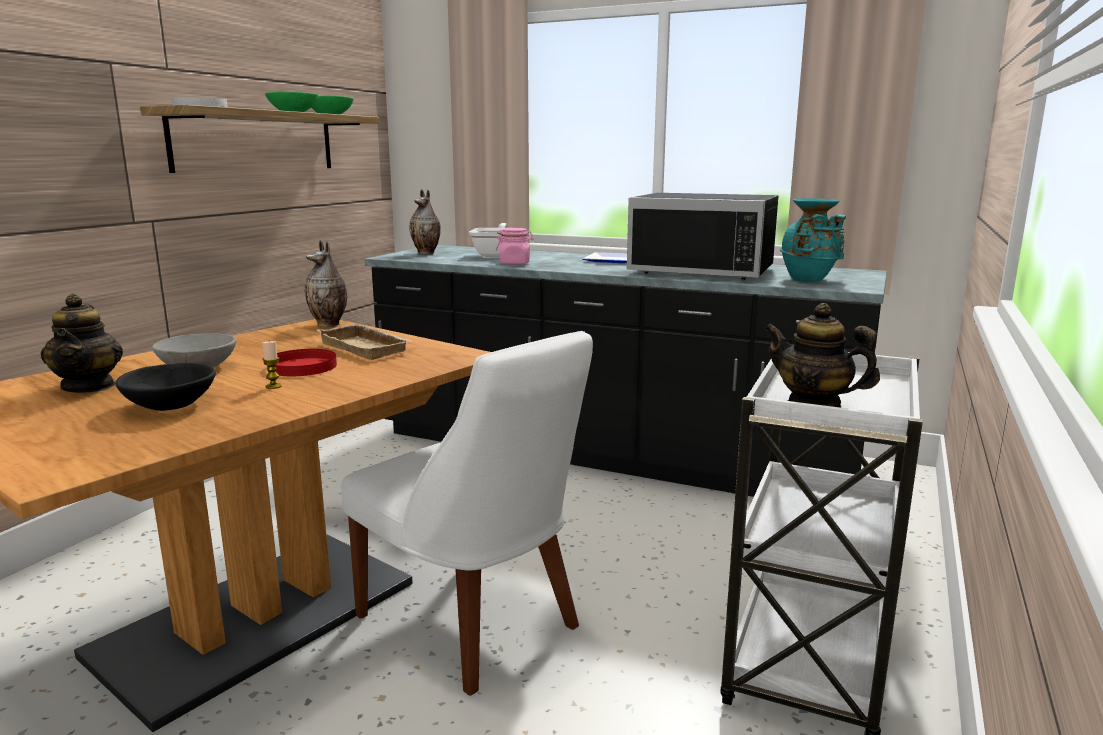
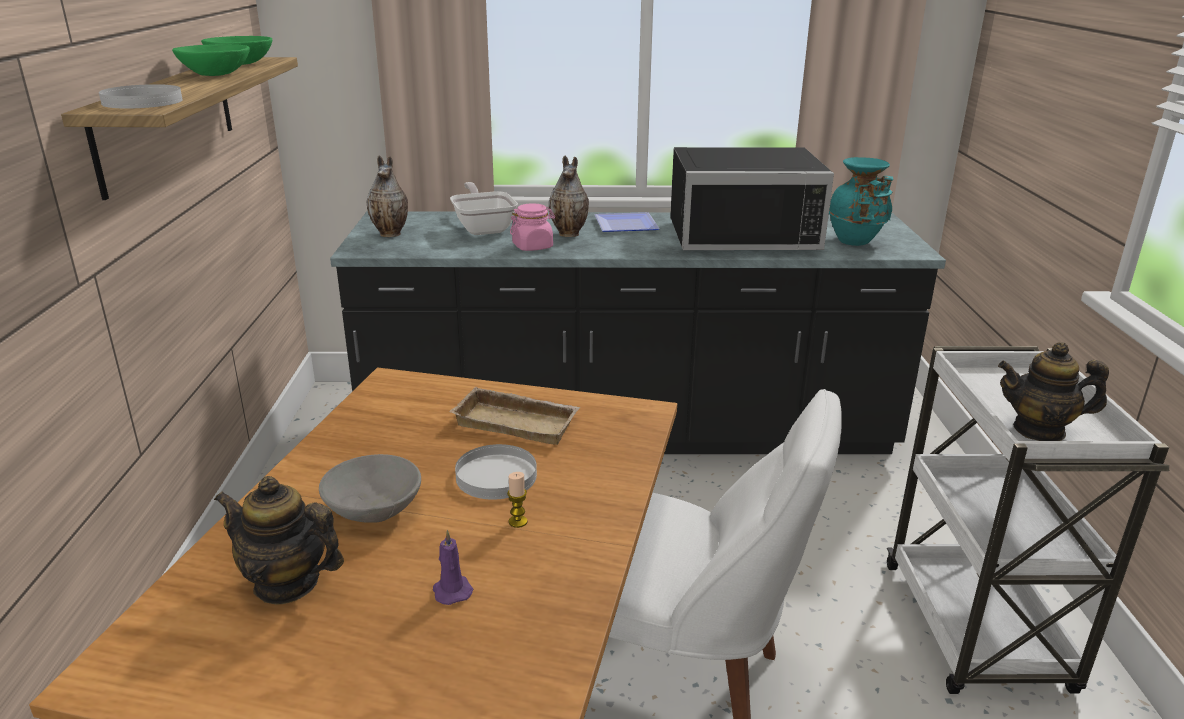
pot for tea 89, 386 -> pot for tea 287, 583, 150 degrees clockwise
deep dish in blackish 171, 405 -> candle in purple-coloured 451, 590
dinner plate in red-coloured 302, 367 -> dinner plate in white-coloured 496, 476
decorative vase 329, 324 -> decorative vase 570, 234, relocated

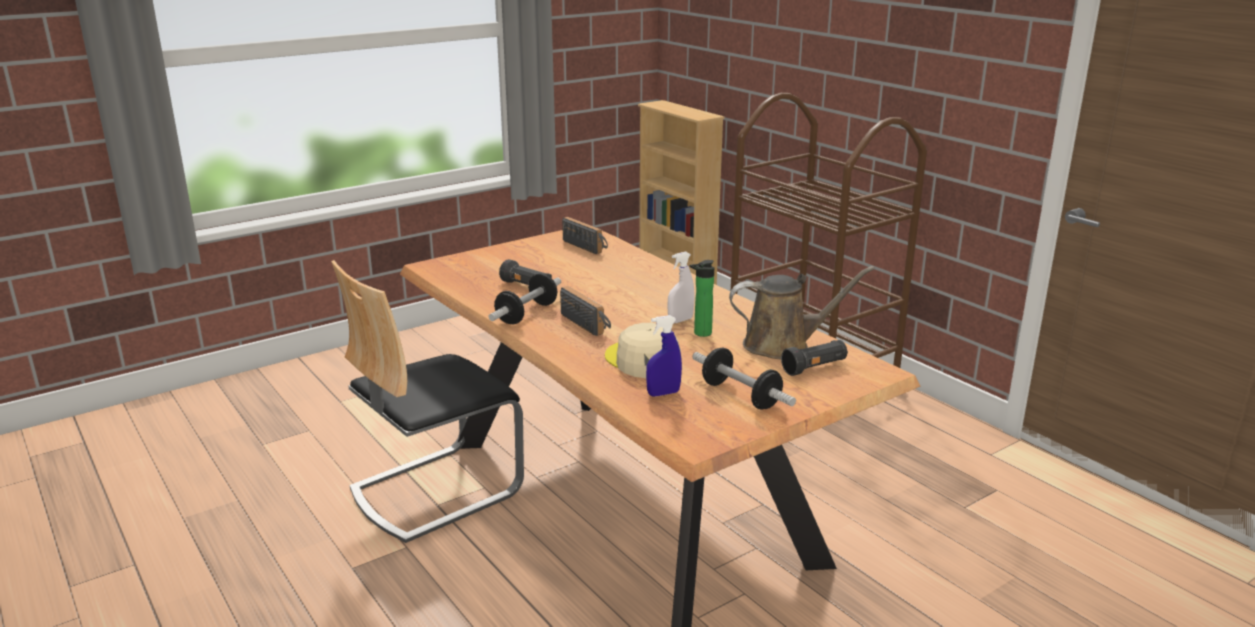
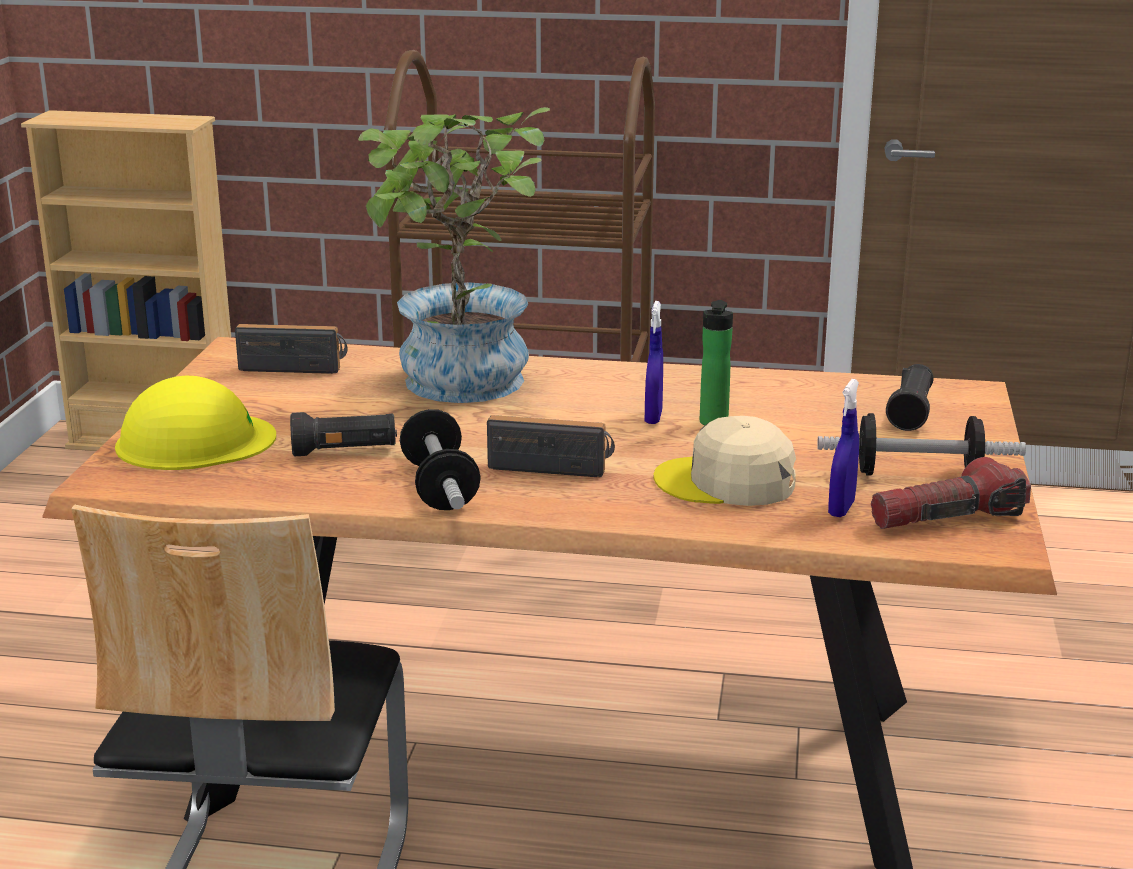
hand sprayer in white-coloured 680, 320 -> hand sprayer in bluish 653, 417
watering pot in brown 783, 345 -> none
none -> safety helmet in yellow-coloured 194, 441
none -> houseplant 458, 387
none -> torch 947, 518

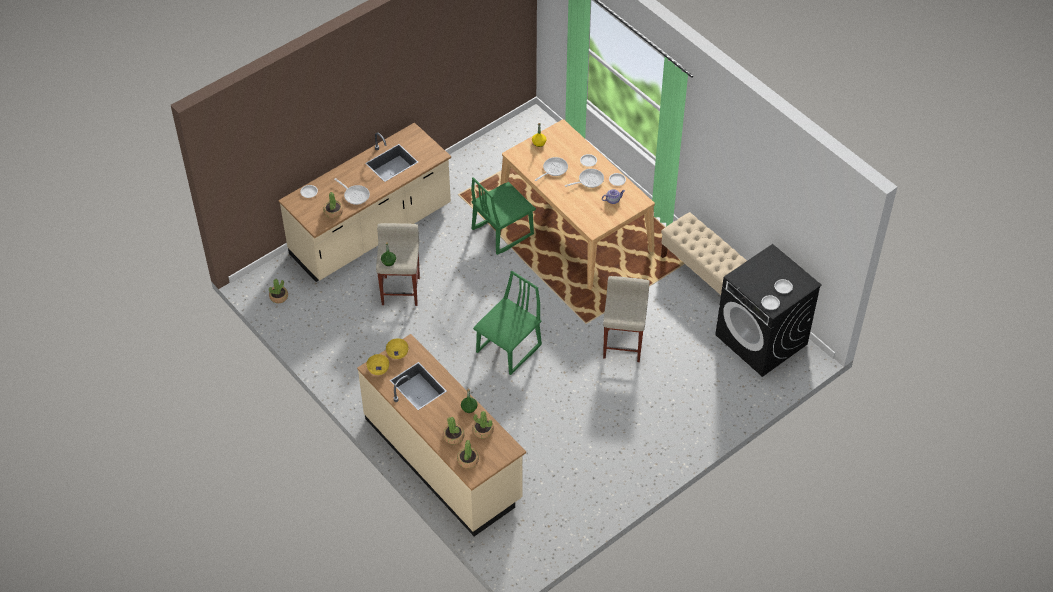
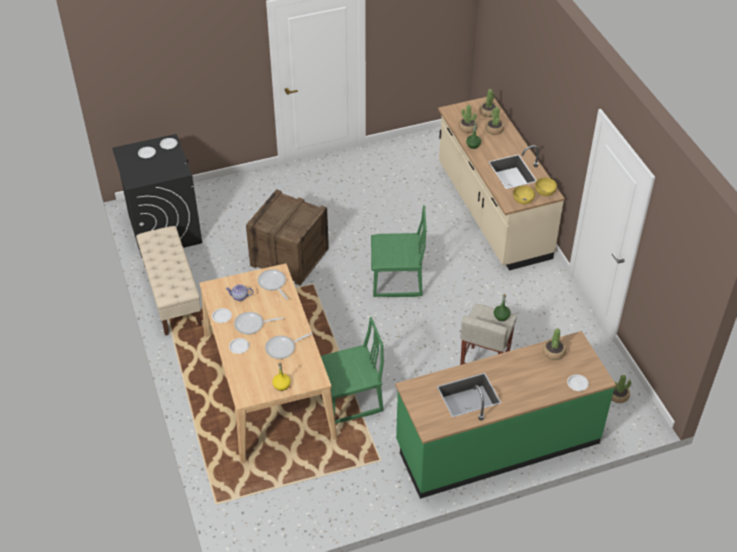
counter in beige 371, 231 -> counter in greenish 497, 443
frying pan 355, 195 -> frying pan 273, 284, relocated
plain chair in greenish 509, 349 -> plain chair in greenish 397, 281, 150 degrees counterclockwise
sitting stool in beige 623, 344 -> shipping crate 289, 257

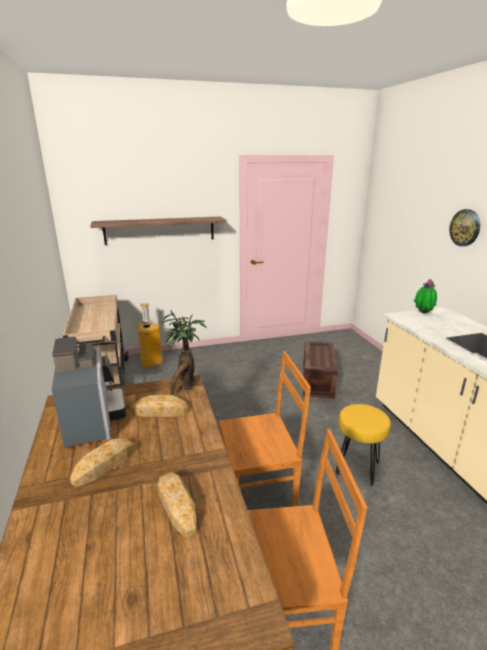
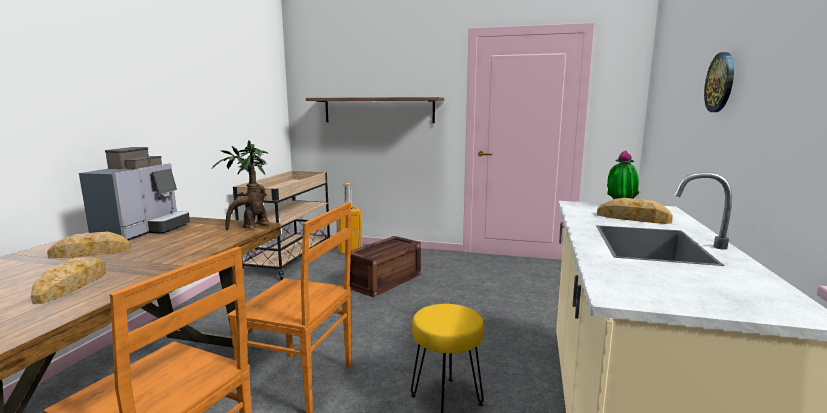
baked bread 160, 411 -> baked bread 633, 218, relocated
shipping crate 316, 380 -> shipping crate 384, 280, relocated

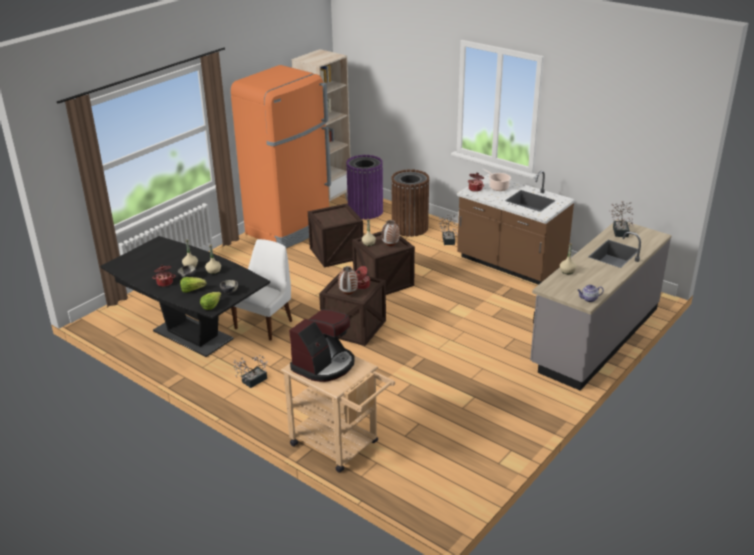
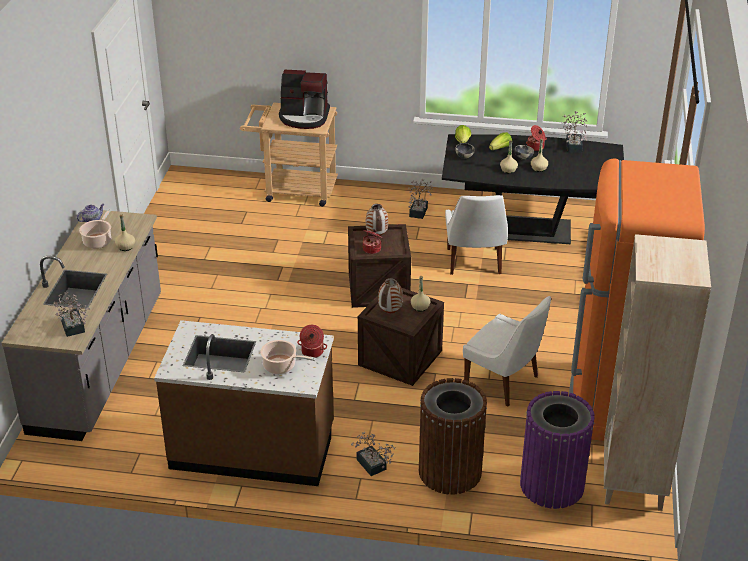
coffee maker 324, 365 -> coffee maker 304, 117, 90 degrees counterclockwise
shipping crate 336, 253 -> plain chair in white-coloured 504, 382
none -> saucepot 98, 241
none -> houseplant 574, 145

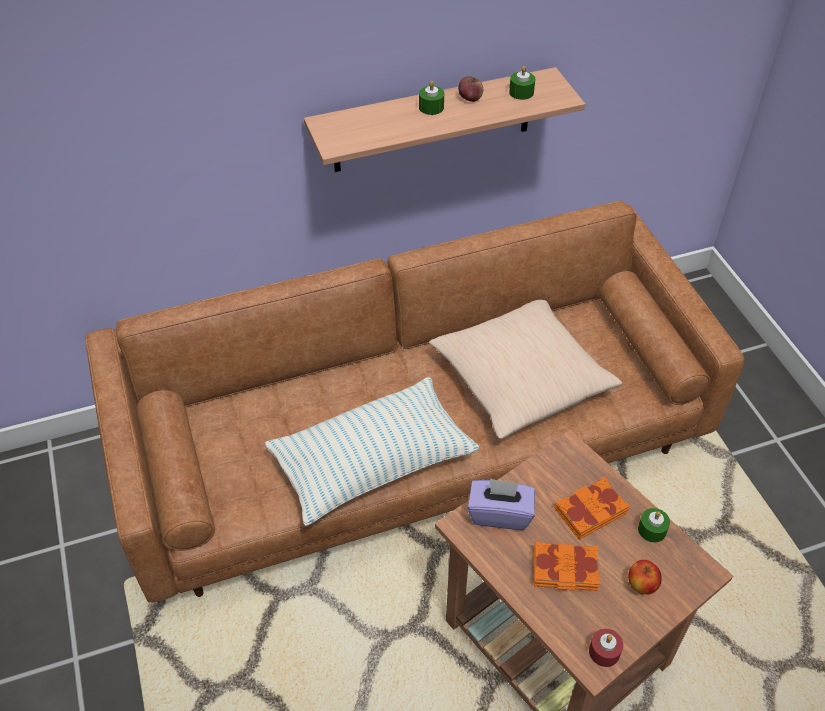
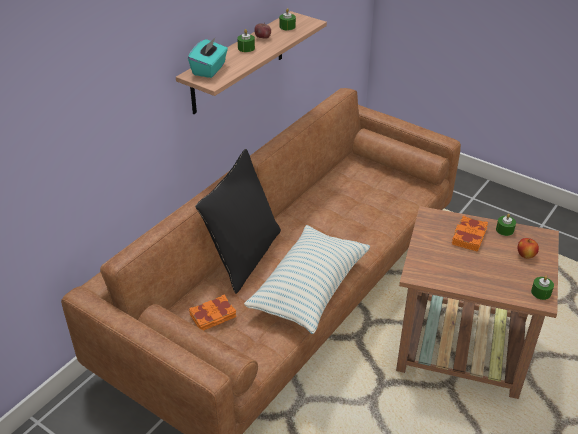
throw pillow in beige 521, 378 -> none
box of tissues in purple-coloured 500, 513 -> none
volume in orange-coloured 565, 571 -> volume in orange-coloured 213, 316, relocated
candle in red-coloured 604, 652 -> candle in greenish 541, 292
none -> box of tissues in blue-green 209, 69
none -> throw pillow in blackish 244, 256

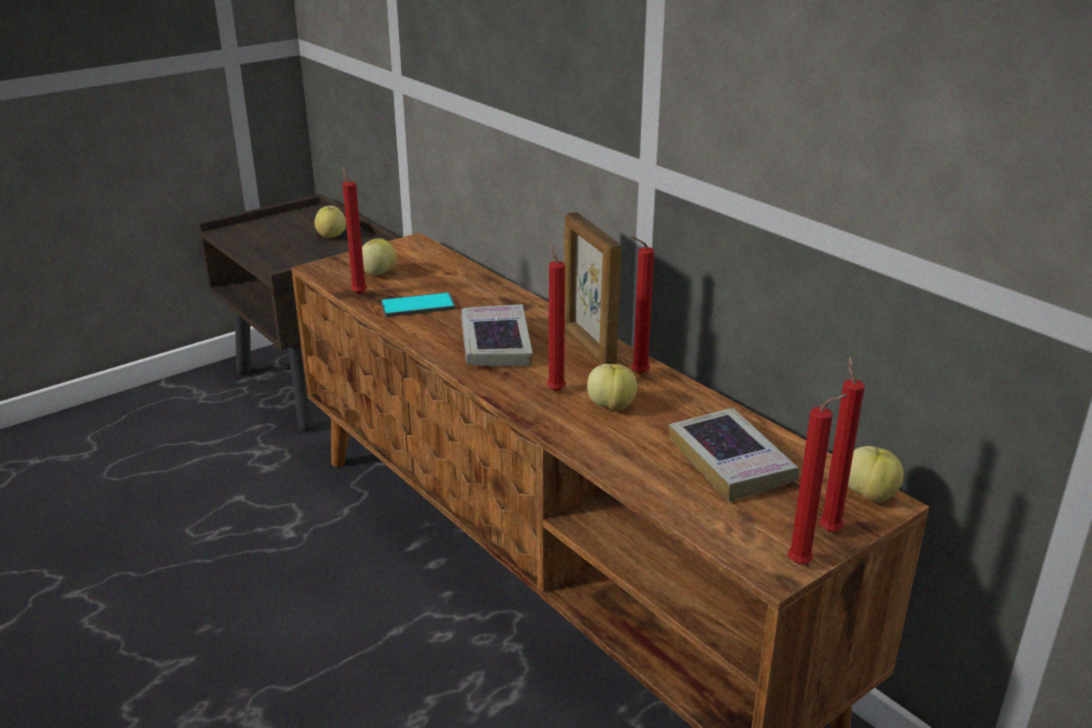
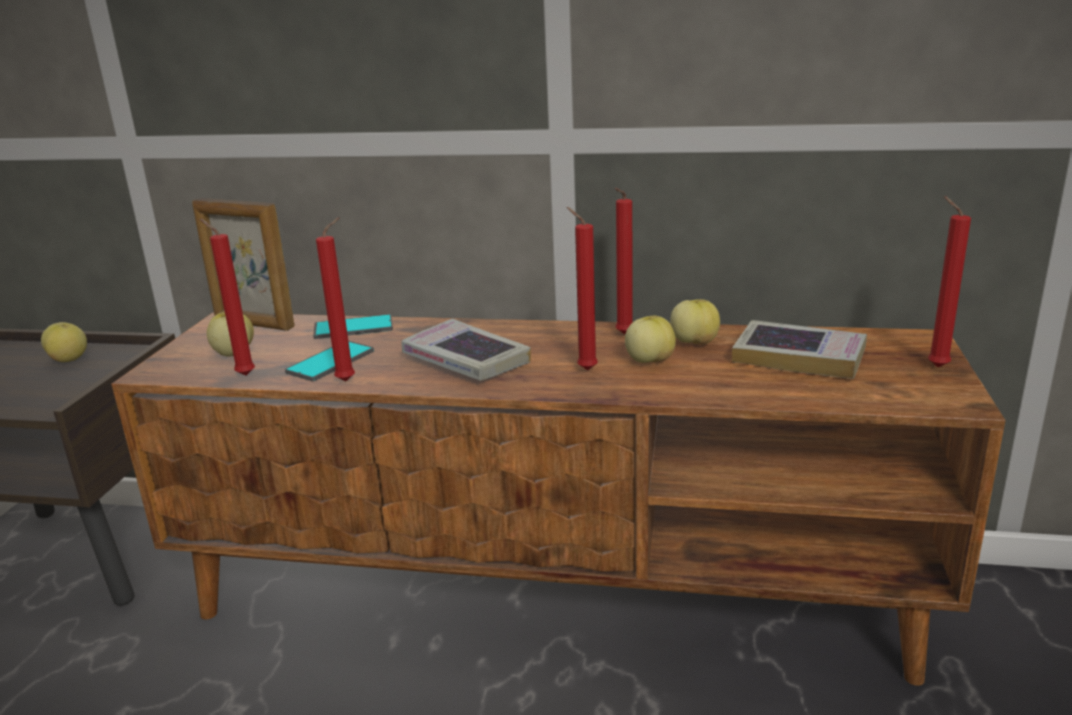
standing frame 588, 347 -> standing frame 253, 324, relocated
candle in red-coloured 803, 564 -> candle in red-coloured 349, 380, relocated
apple 870, 495 -> apple 694, 342, relocated
none -> telephone 353, 328

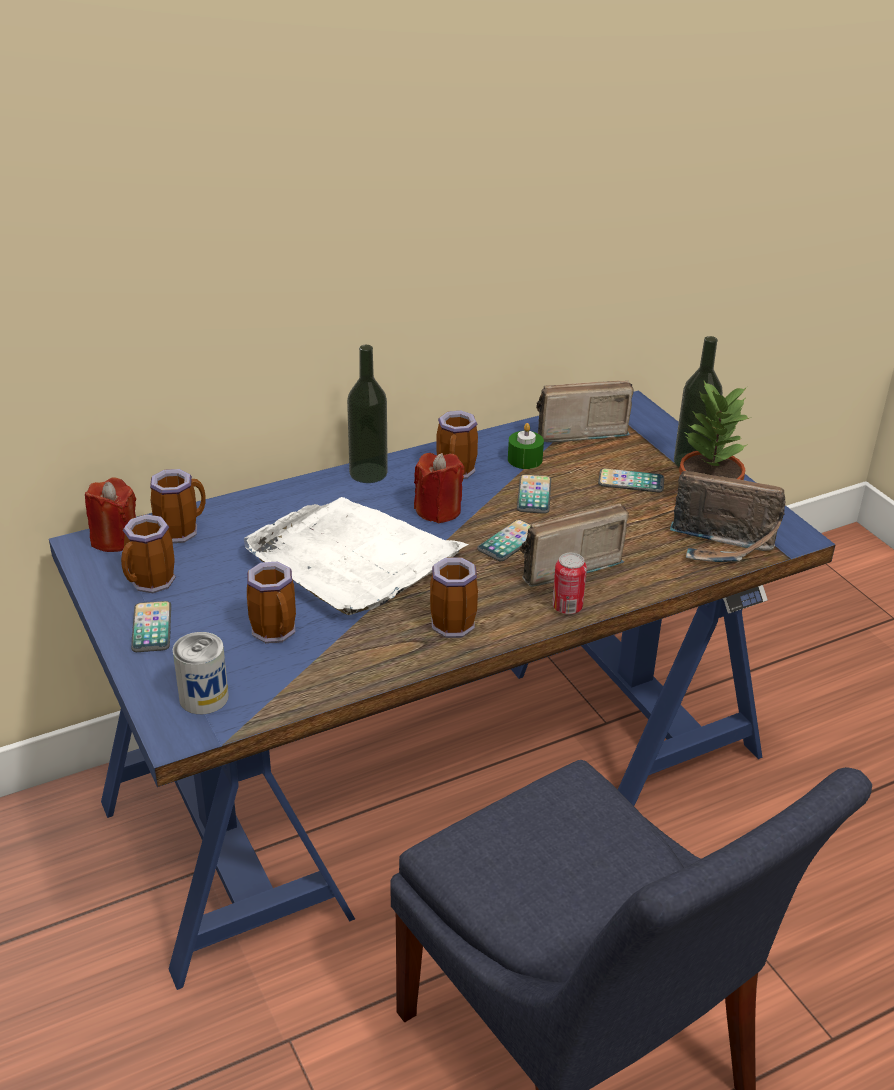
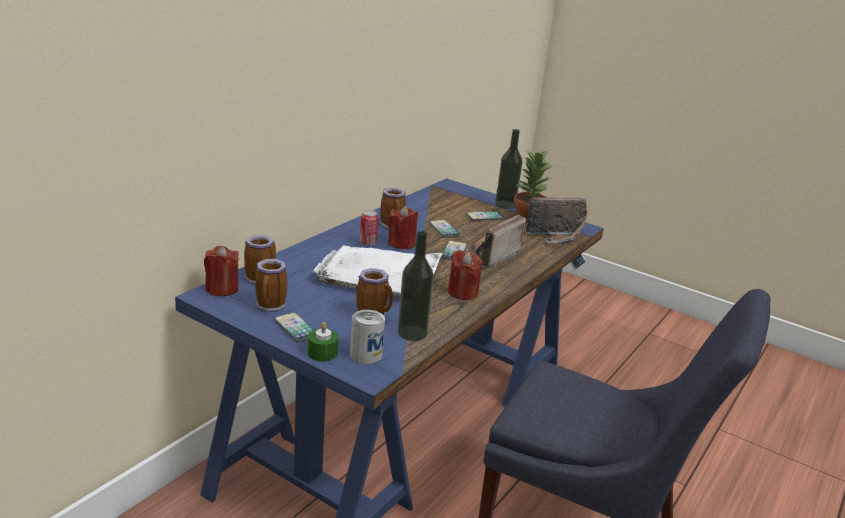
beverage bottle 368, 473 -> beverage bottle 412, 333, relocated
mug 449, 623 -> candle in red-coloured 463, 292
candle in greenish 525, 459 -> candle in greenish 322, 353, relocated
radio set 576, 431 -> none
can 567, 607 -> can 367, 243, relocated

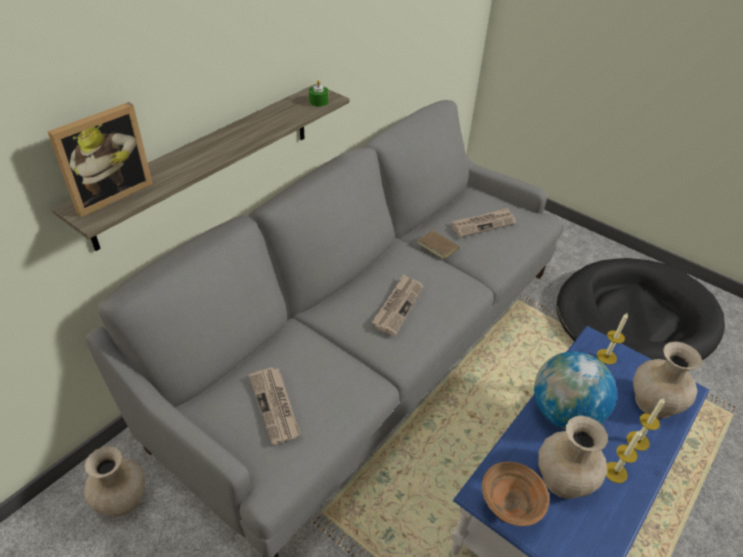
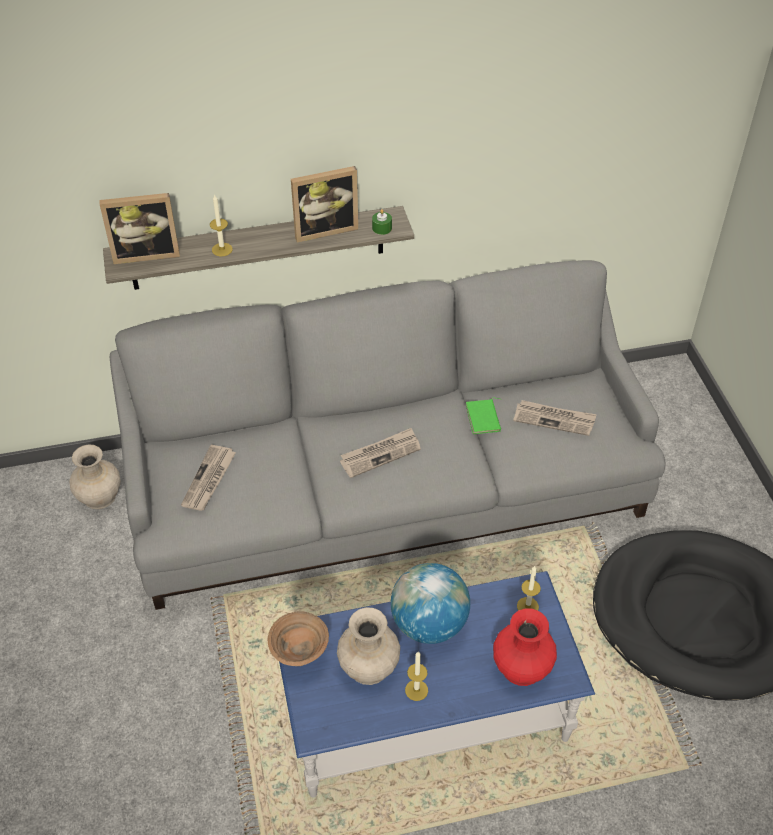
volume in brown 438, 245 -> volume in greenish 484, 418
candle 637, 440 -> candle 222, 249, relocated
decorative vase in beige 654, 403 -> decorative vase in red-coloured 521, 668
none -> standing frame 324, 229

